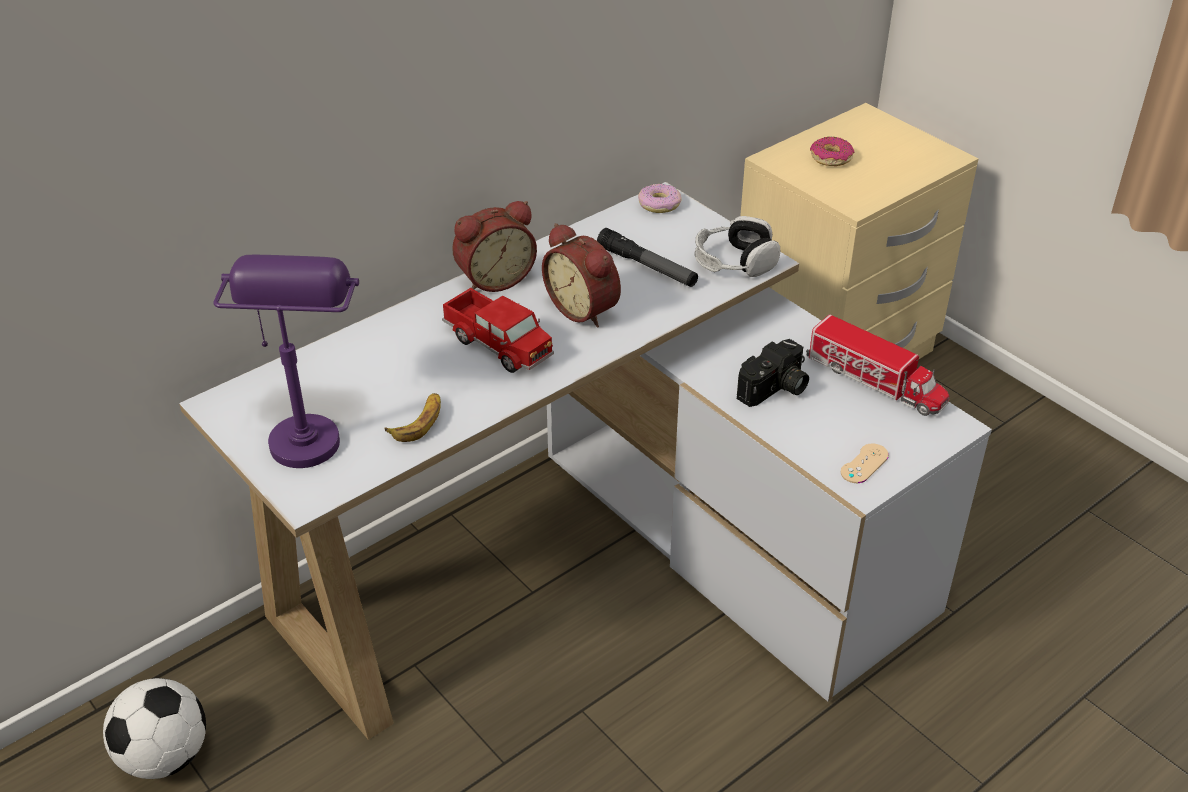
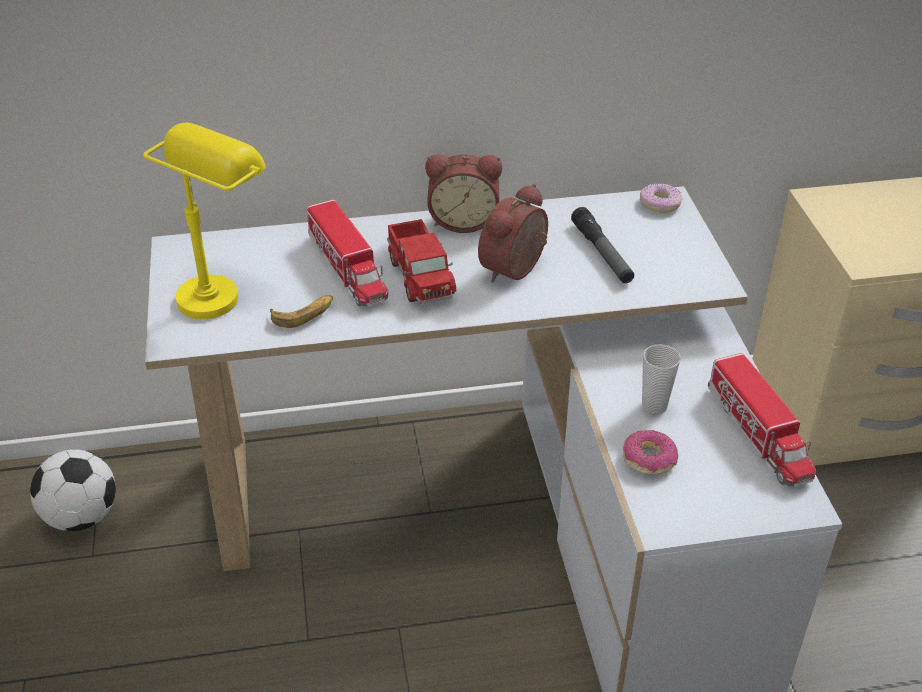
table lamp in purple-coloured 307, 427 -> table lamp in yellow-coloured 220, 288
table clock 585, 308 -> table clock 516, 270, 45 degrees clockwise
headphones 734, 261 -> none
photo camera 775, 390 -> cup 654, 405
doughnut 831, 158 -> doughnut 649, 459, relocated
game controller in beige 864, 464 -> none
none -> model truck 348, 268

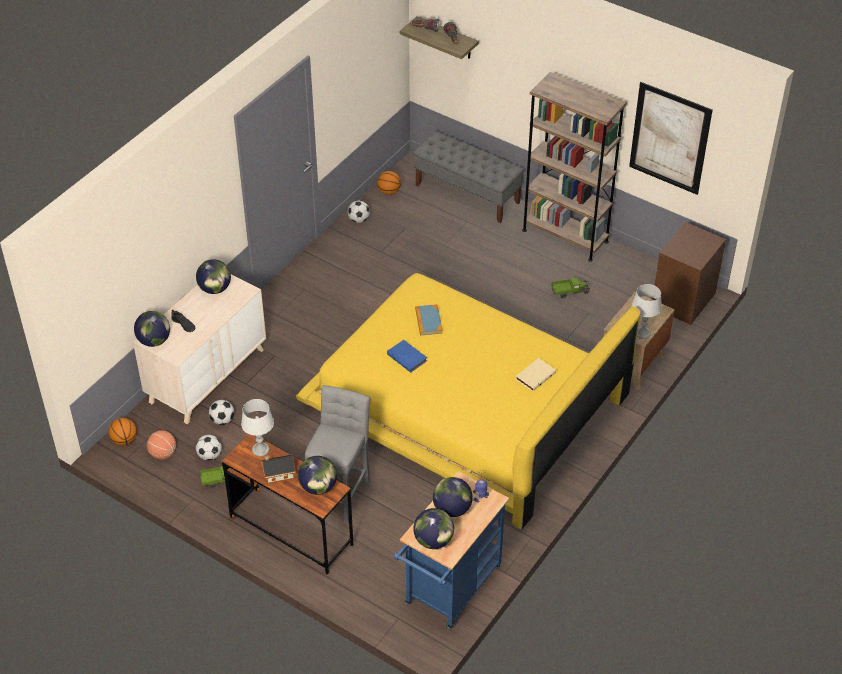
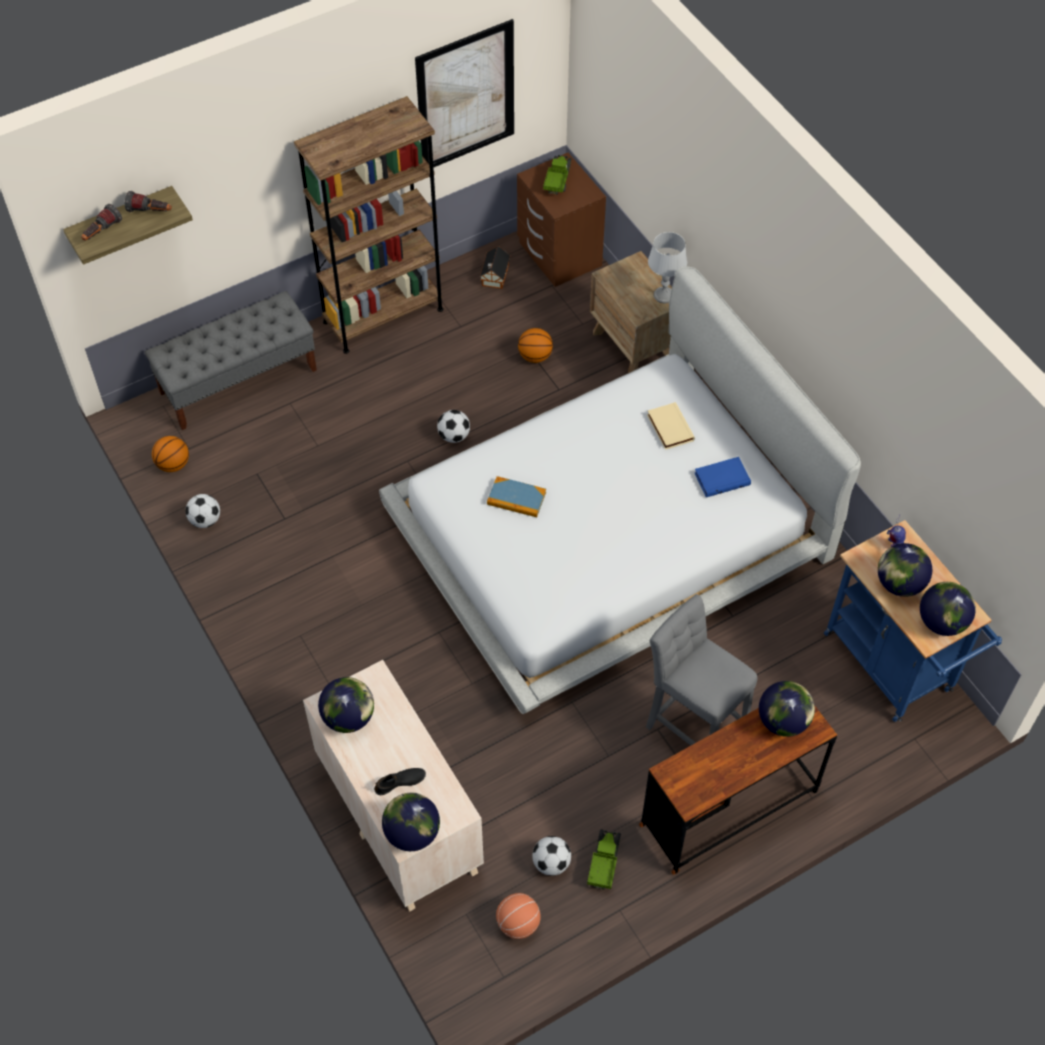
ball for basketball 124, 440 -> ball for basketball 535, 356, relocated
ball for football 222, 420 -> ball for football 454, 436, relocated
table lamp in gray 260, 450 -> none
model house 277, 473 -> model house 494, 276, relocated
bedroom bed in yellow-coloured 466, 403 -> bedroom bed in white-coloured 609, 532
volume in bluish 407, 357 -> volume in bluish 722, 478, relocated
model truck 569, 292 -> model truck 557, 180, relocated

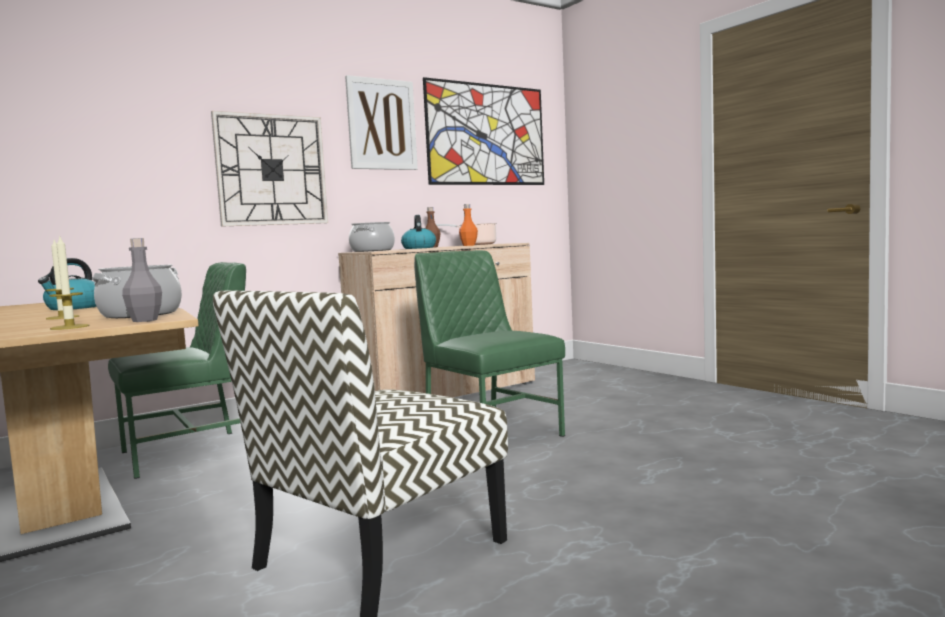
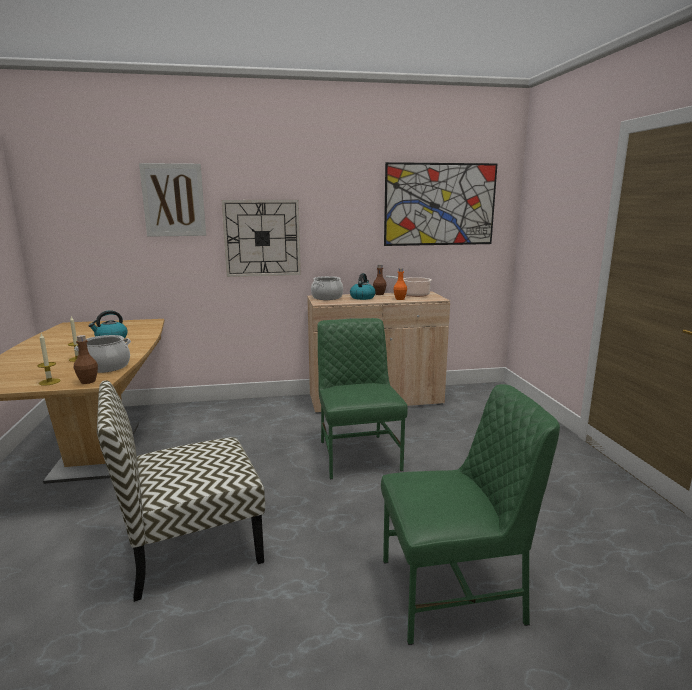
plain chair in greenish 190, 452 -> plain chair in greenish 454, 592, relocated
beverage bottle in gray 145, 320 -> beverage bottle in brown 88, 381
wall picture 381, 124 -> wall picture 173, 200, relocated

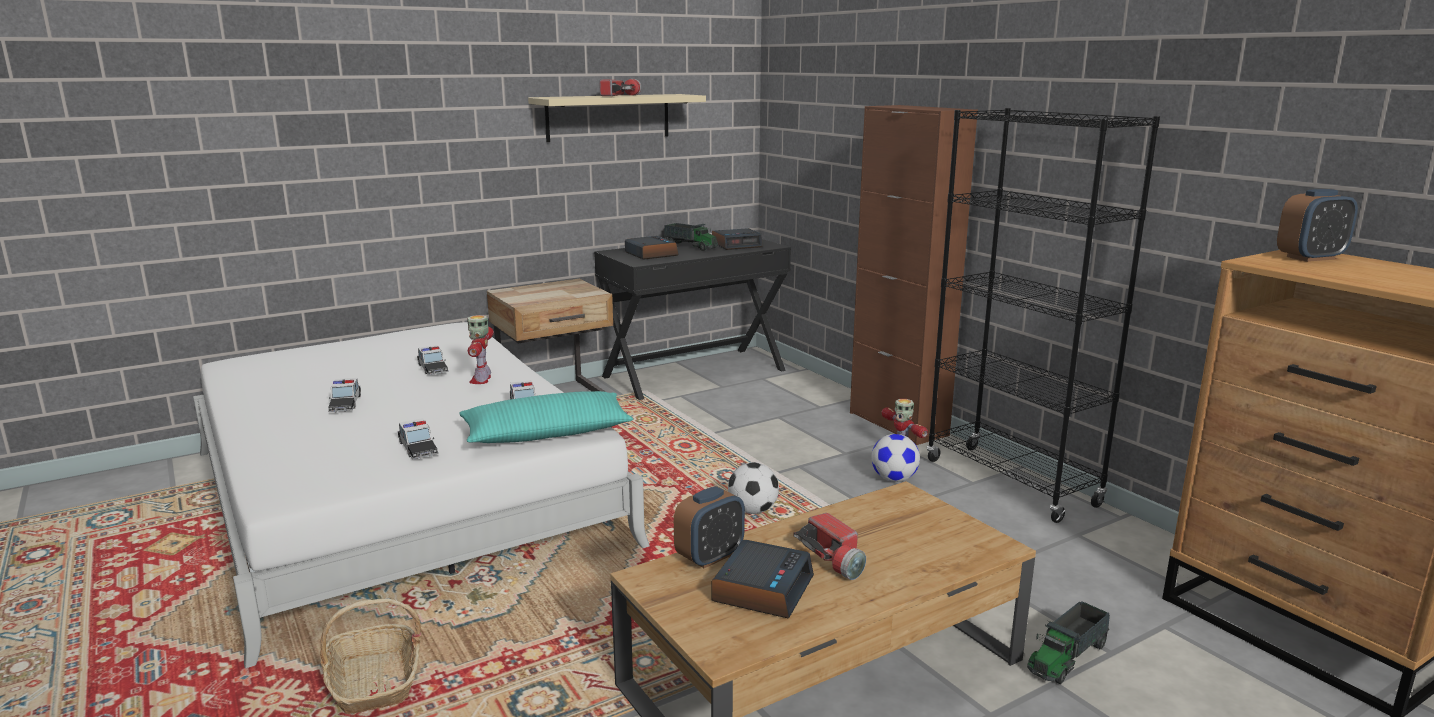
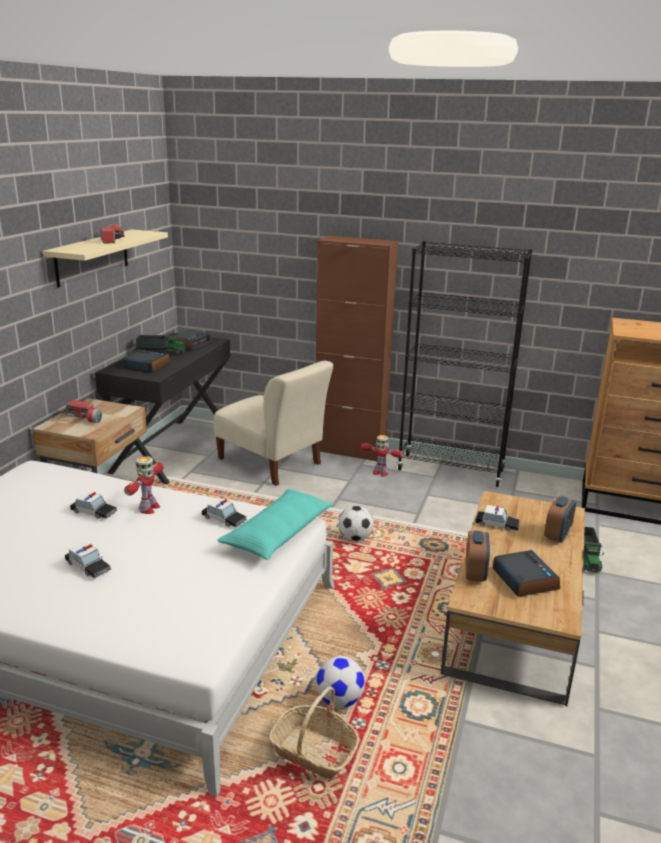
model car 418, 448 -> model car 497, 524, relocated
robot figure 481, 379 -> robot figure 148, 508, 120 degrees counterclockwise
torch 833, 559 -> torch 84, 418, relocated
ball for football 894, 479 -> ball for football 340, 700, relocated
table clock 1310, 258 -> table clock 557, 536, relocated
none -> plain chair in beige 272, 463

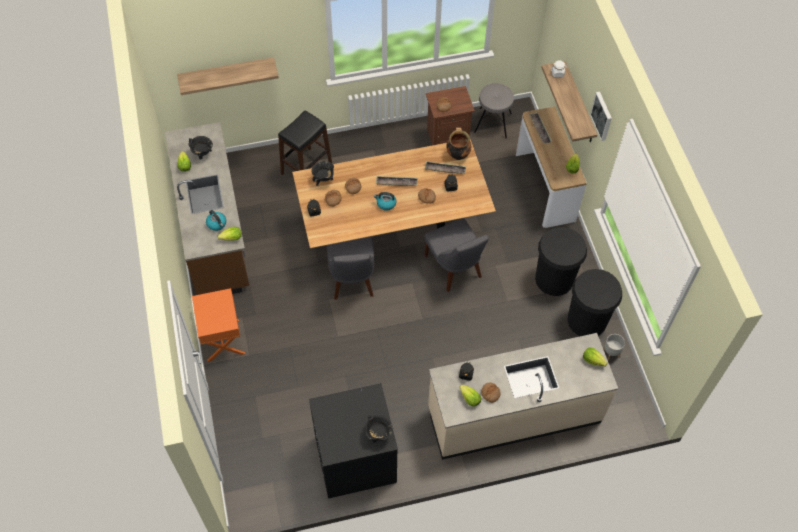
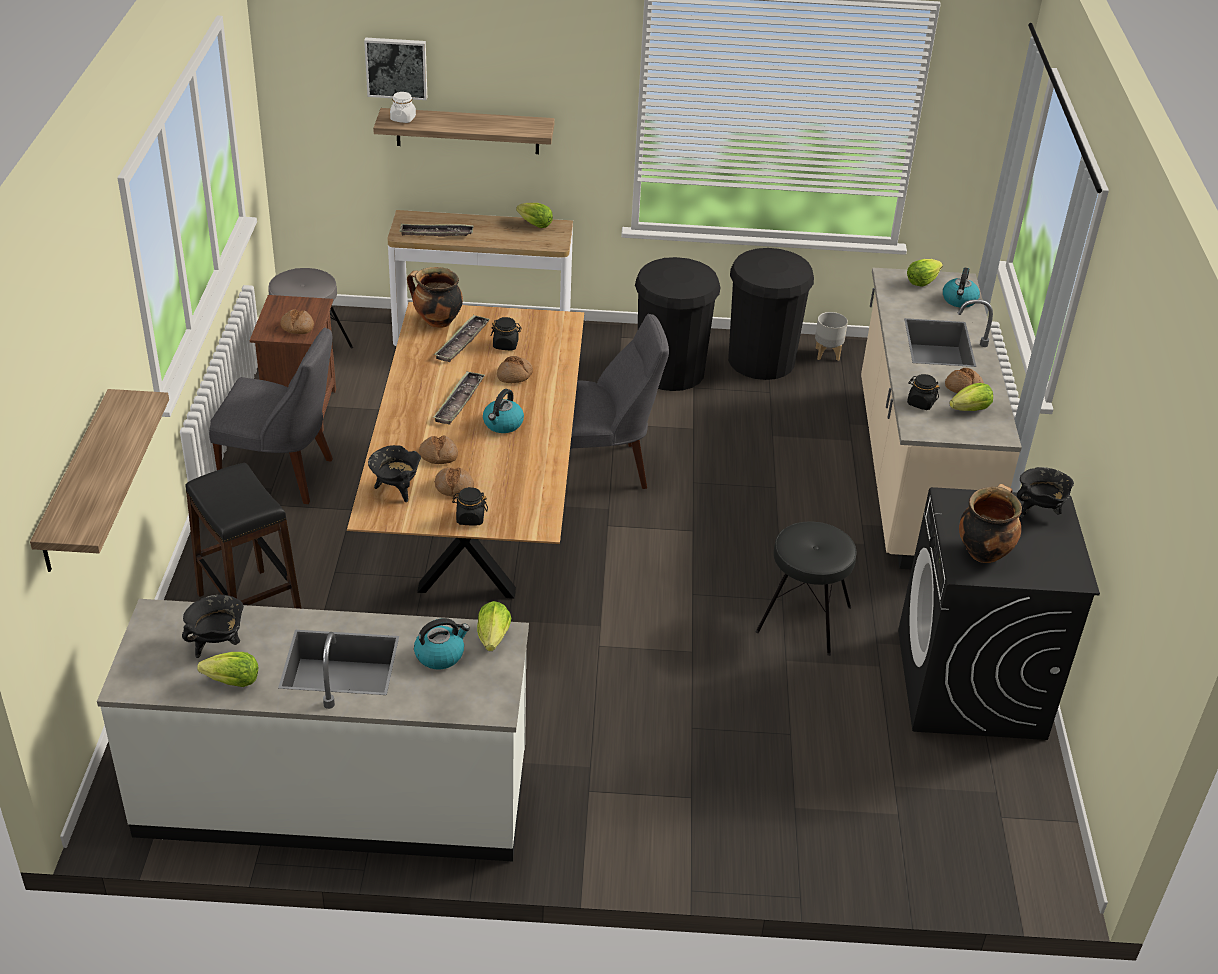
counter in brown 215, 232 -> counter in white-coloured 334, 797
night table in orange-coloured 222, 340 -> none
plain chair in gray 352, 279 -> plain chair in gray 281, 475, relocated
wall picture 602, 116 -> wall picture 396, 67, relocated
none -> sitting stool in blackish 804, 619
none -> tea kettle 959, 300
none -> saucepot 983, 552

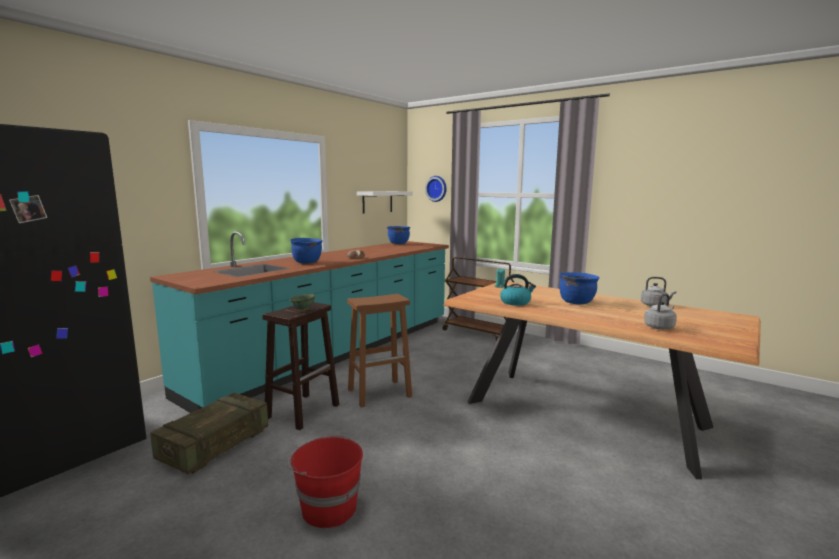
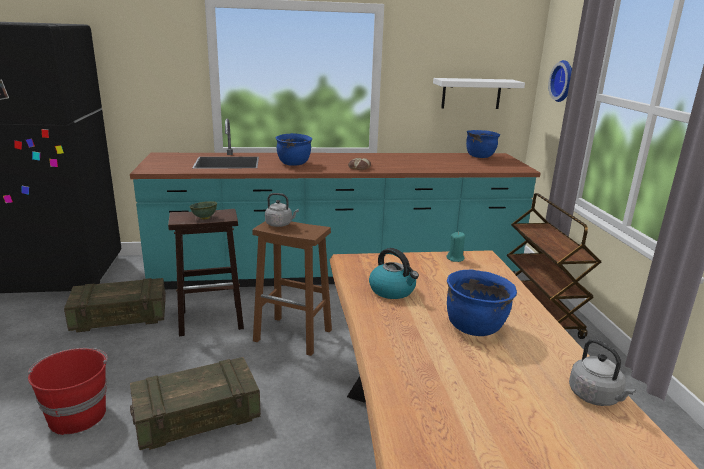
tea kettle in gray 660, 327 -> tea kettle in gray 280, 224, relocated
none -> shipping crate 197, 417

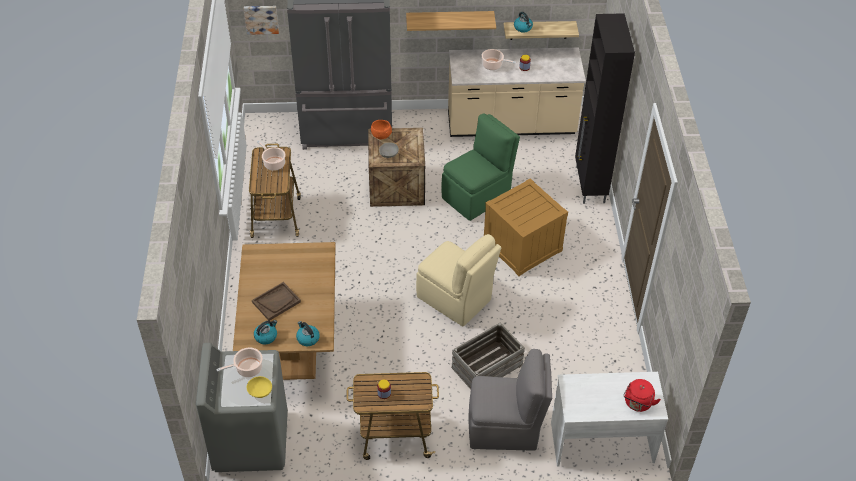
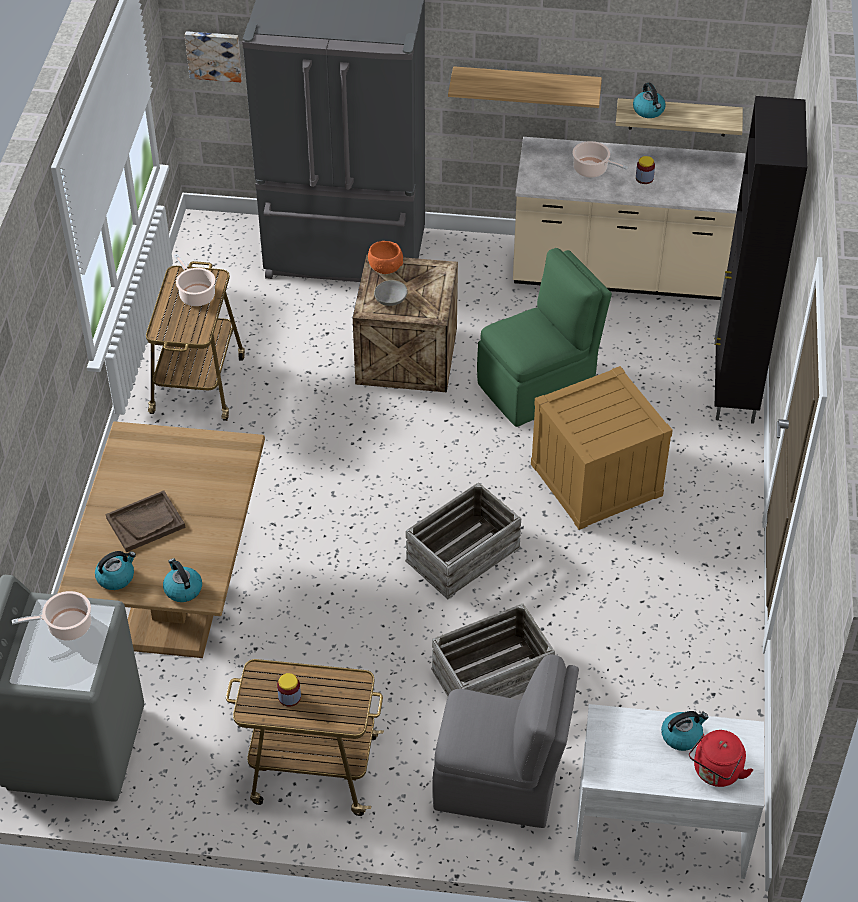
deep dish in yellow-coloured 260, 391 -> none
plain chair in beige 455, 299 -> shipping crate 463, 556
none -> tea kettle 682, 736

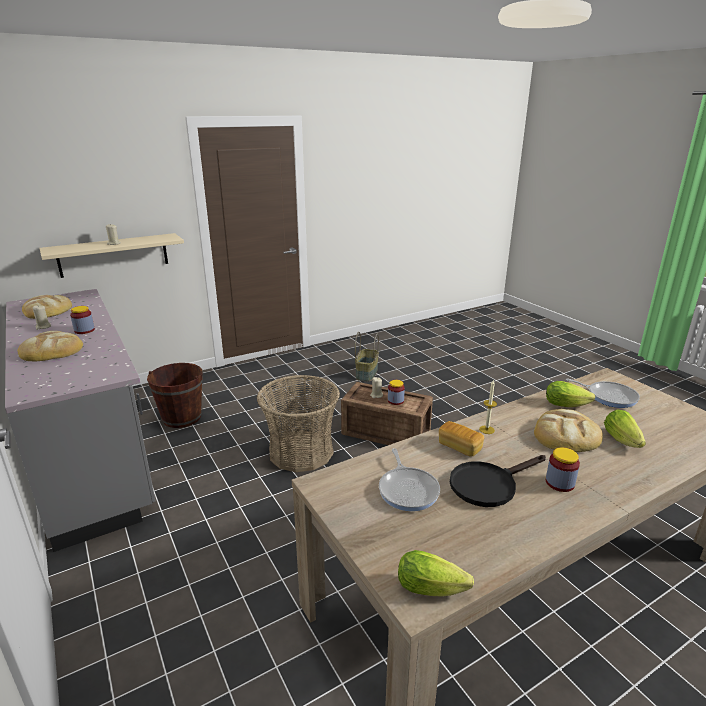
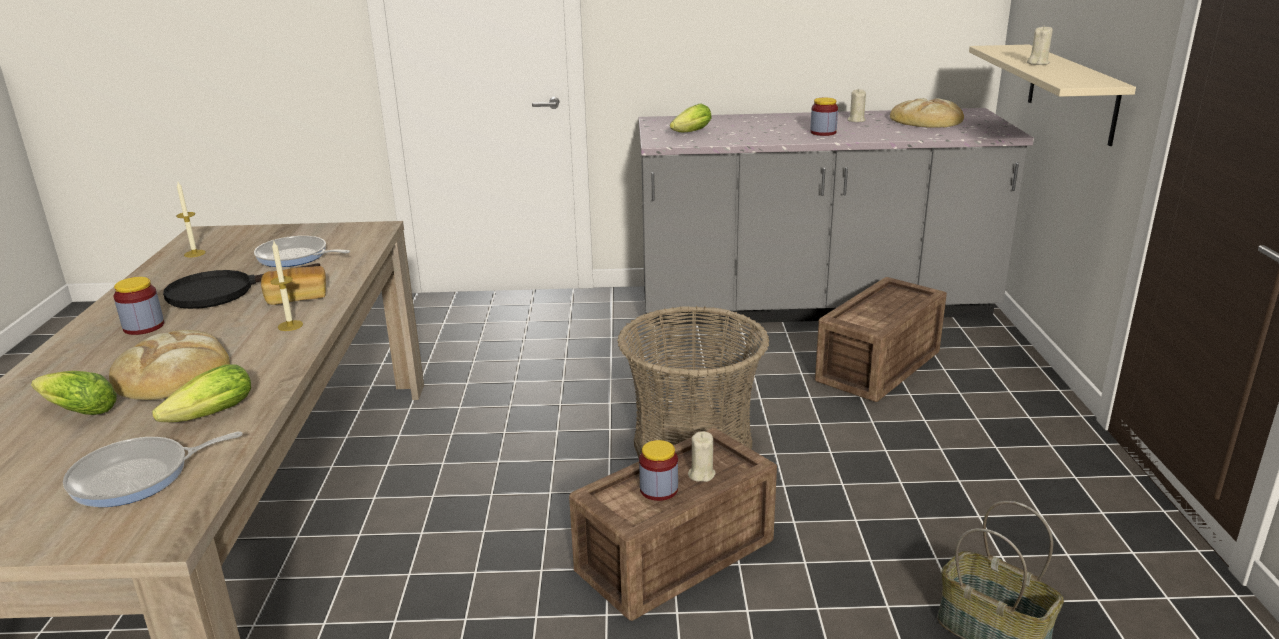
baked bread 51, 350 -> none
water bucket in brown 182, 417 -> shipping crate 881, 366
lettuce 434, 588 -> lettuce 689, 133, relocated
frying pan in blackish 489, 484 -> frying pan in blackish 223, 292, 120 degrees counterclockwise
none -> candle 194, 253

